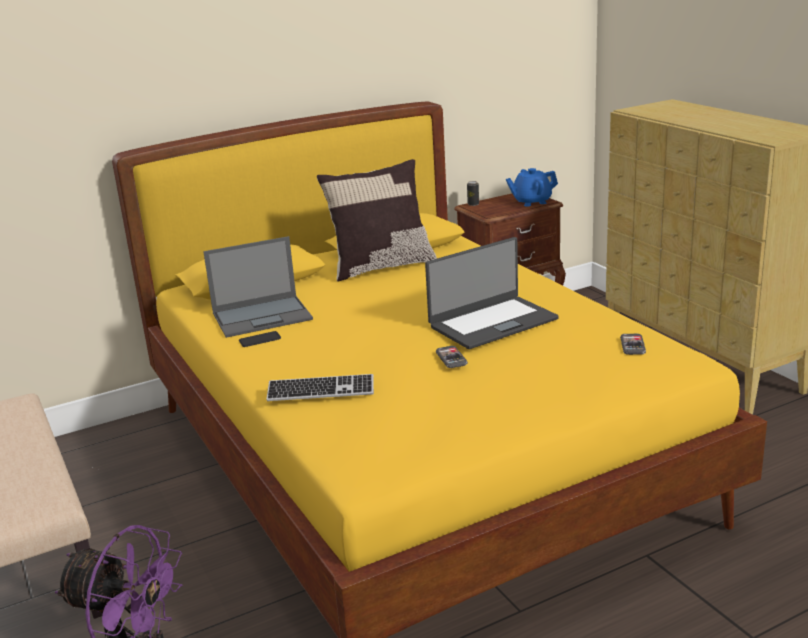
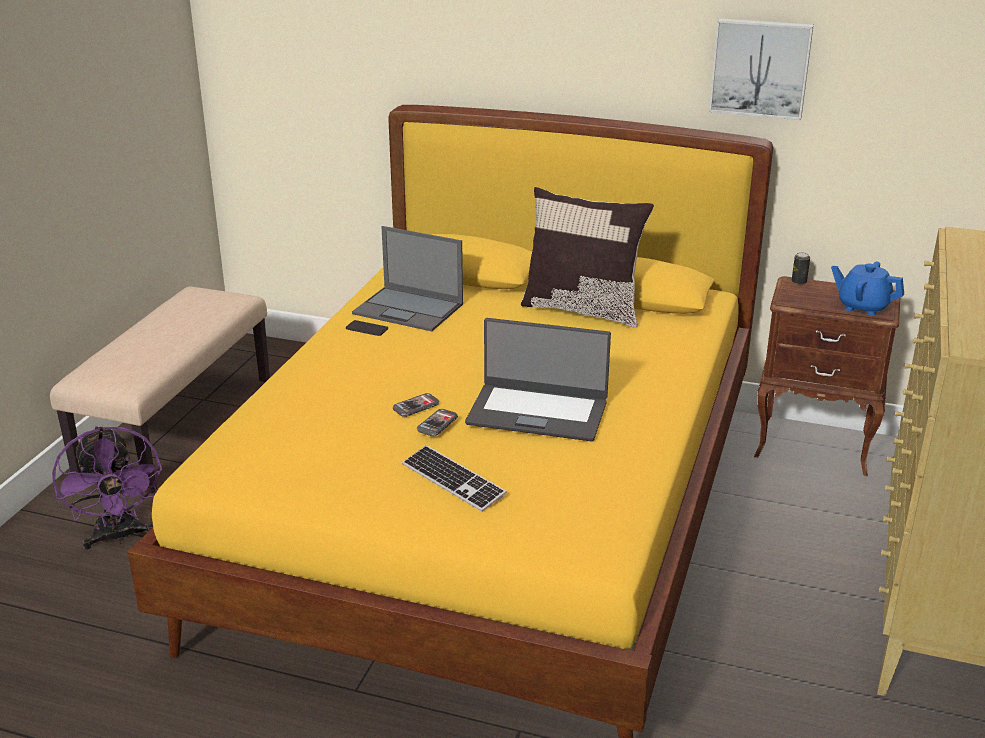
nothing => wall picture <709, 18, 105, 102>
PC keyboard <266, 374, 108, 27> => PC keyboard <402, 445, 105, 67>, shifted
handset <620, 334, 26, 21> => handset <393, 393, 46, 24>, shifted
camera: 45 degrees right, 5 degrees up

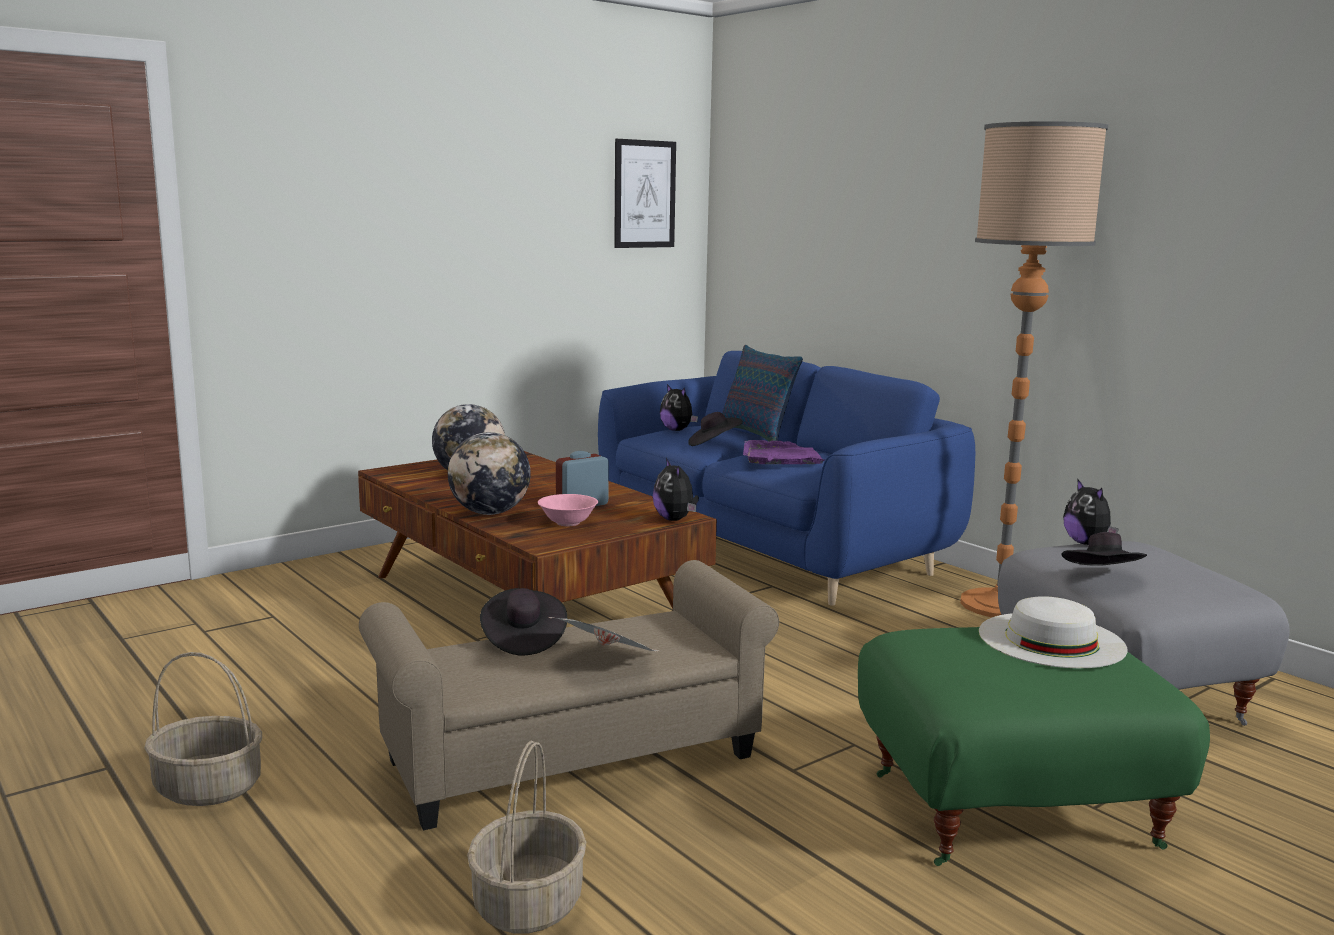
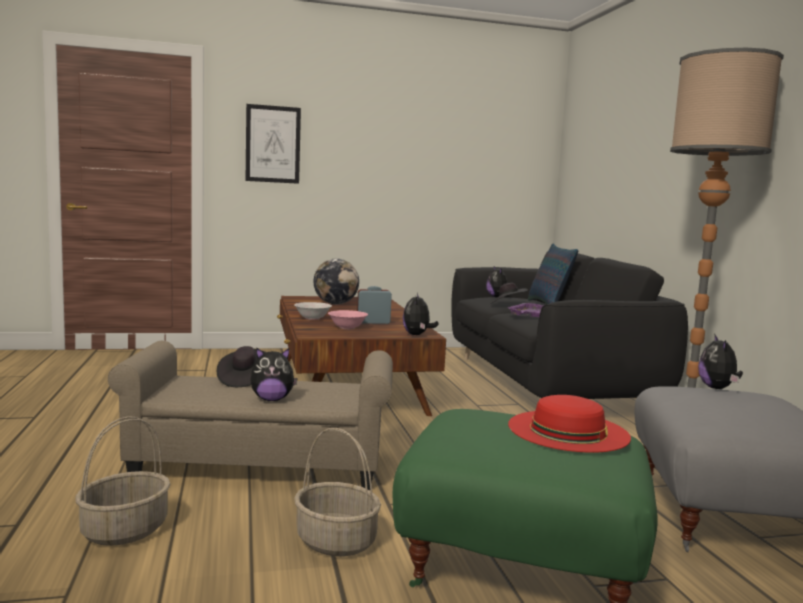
blackish hat <1061, 532, 86, 34> => nothing
storage basket <144, 652, 118, 154> => storage basket <294, 428, 87, 128>, shifted
wall picture <614, 139, 62, 109> => wall picture <246, 104, 55, 80>, shifted
desk globe <448, 432, 83, 83> => white-coloured deep dish <294, 302, 38, 18>
printed paper <549, 617, 110, 35> => plush toy <250, 348, 48, 53>
blue-coloured couch <598, 351, 377, 255> => blackish couch <451, 253, 237, 146>
white-coloured hat <979, 596, 148, 72> => red hat <508, 395, 123, 58>
camera: 25 degrees right, 5 degrees down

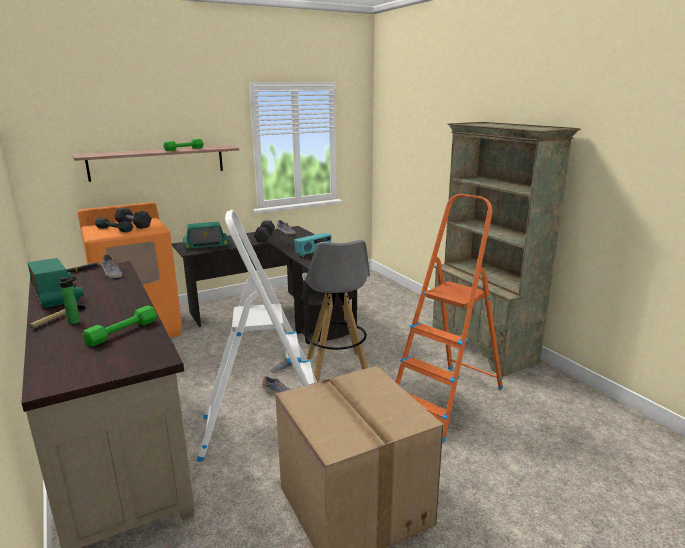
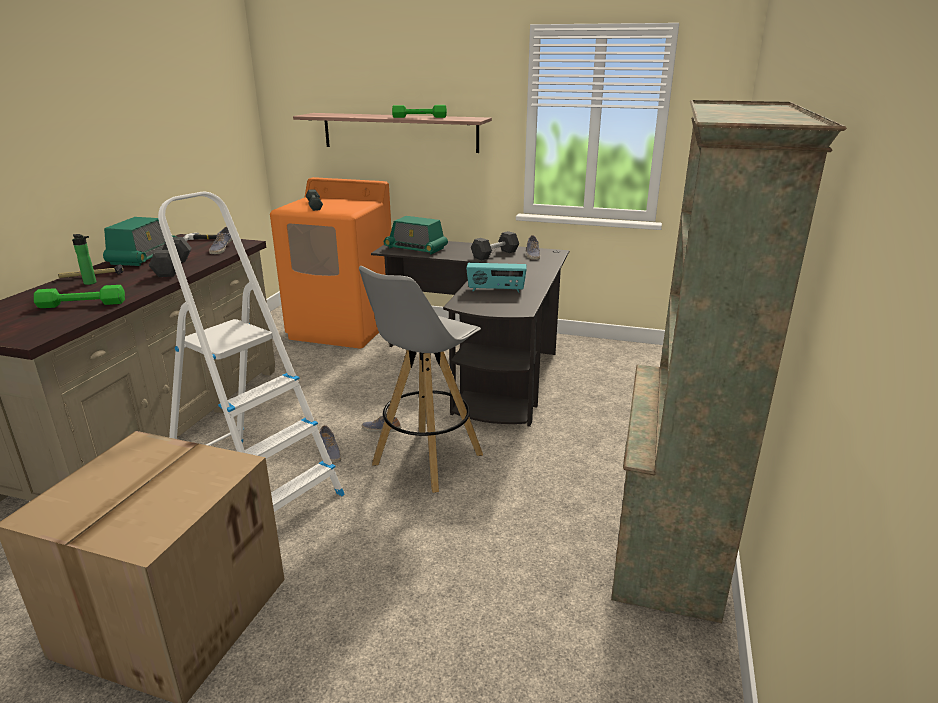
orangey stepladder <395, 194, 108, 249> => nothing
gray free weight <114, 207, 38, 22> => gray free weight <149, 237, 43, 40>, shifted
camera: 45 degrees right, 5 degrees up

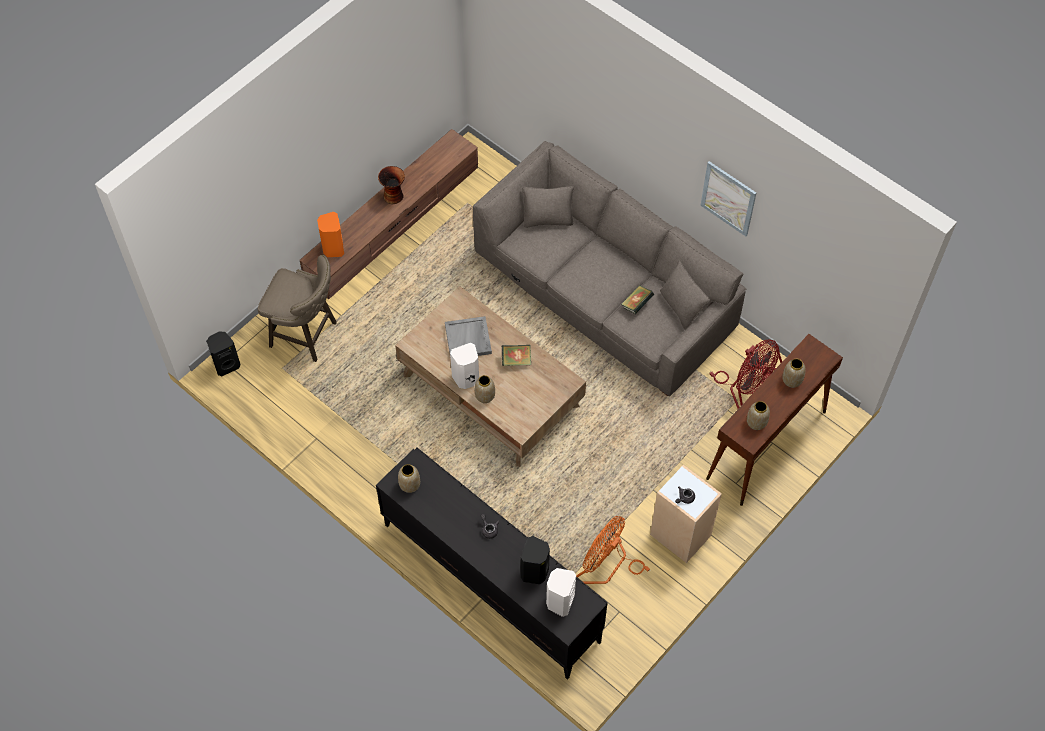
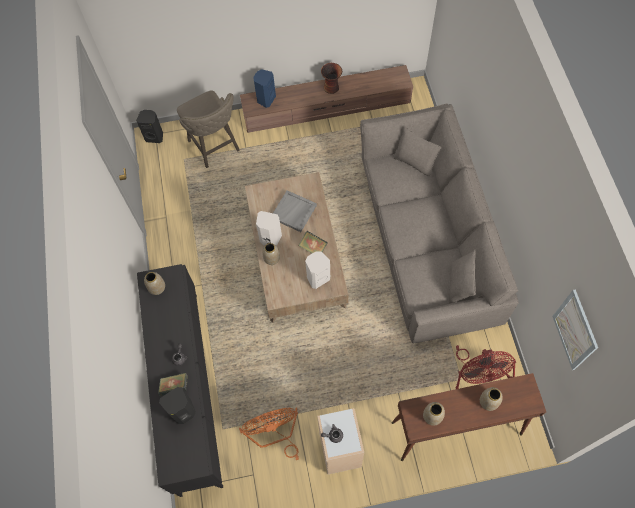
white-coloured loudspeaker <546, 568, 30, 49> => white-coloured loudspeaker <305, 251, 25, 38>, shifted
book <621, 285, 33, 29> => book <158, 373, 30, 23>, shifted
wall picture <700, 161, 56, 75> => wall picture <552, 289, 46, 81>, shifted
orangey loudspeaker <317, 212, 27, 45> => blue-coloured loudspeaker <253, 69, 23, 39>
camera: 40 degrees right, 5 degrees up

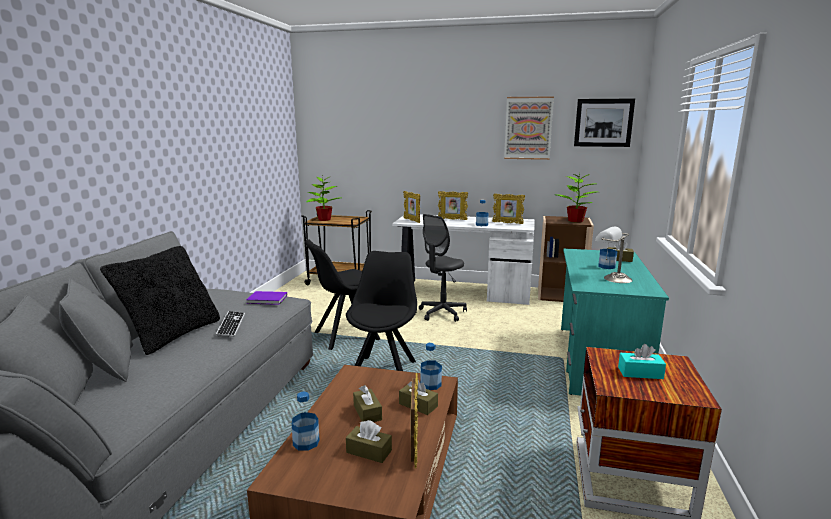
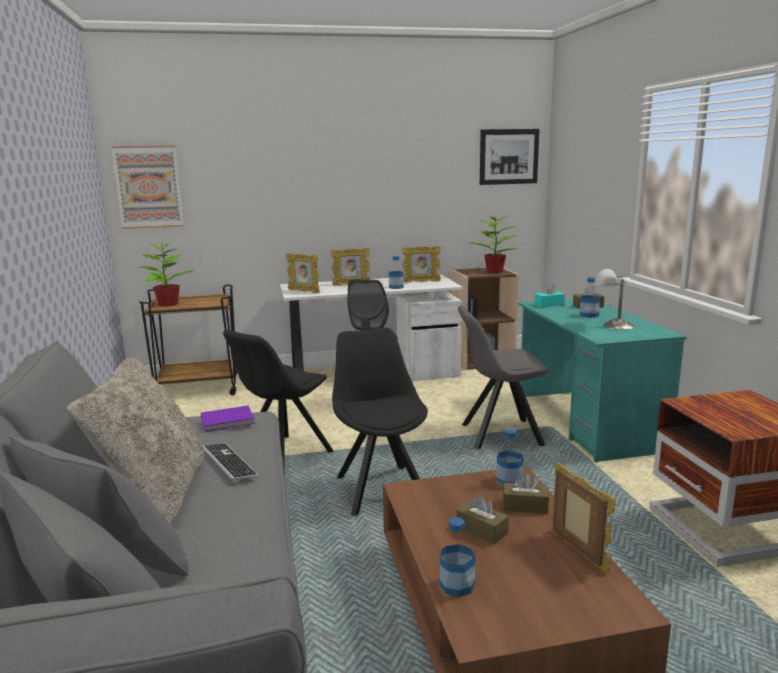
brown box of tissues <346, 420, 46, 43> => nothing
nothing => gray chair <458, 305, 91, 144>
wall picture <504, 96, 50, 64> => wall picture <111, 145, 73, 84>, shifted
turquoise box of tissues <618, 344, 48, 35> => turquoise box of tissues <534, 283, 31, 24>, shifted
blackish pillow <100, 246, 120, 109> => beige pillow <67, 358, 138, 166>
camera: 25 degrees left, 0 degrees up

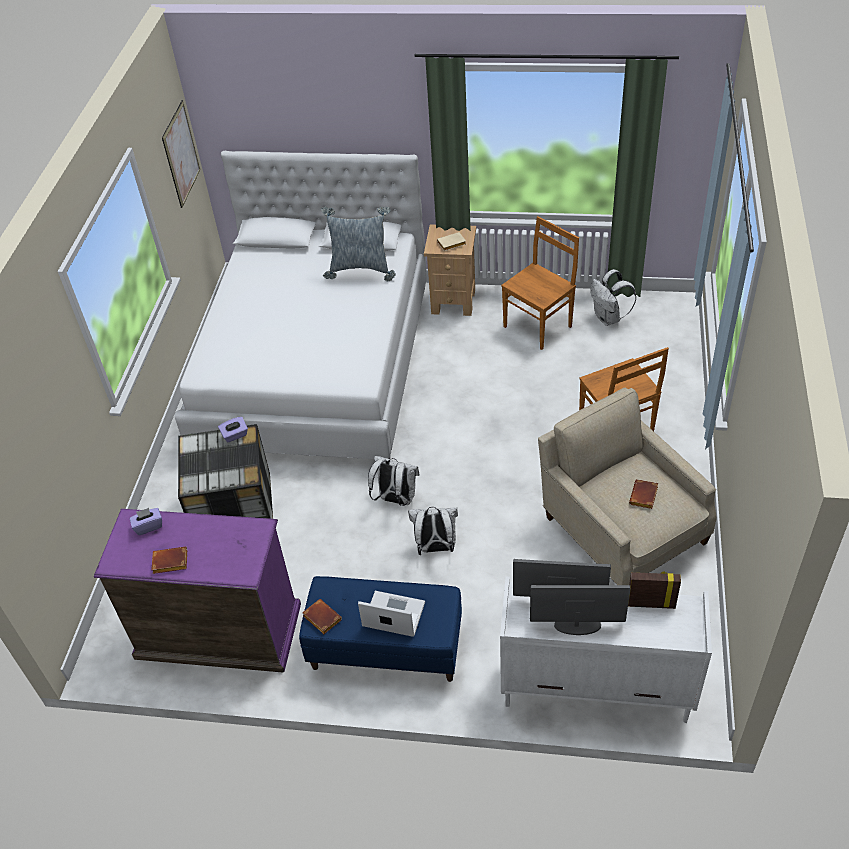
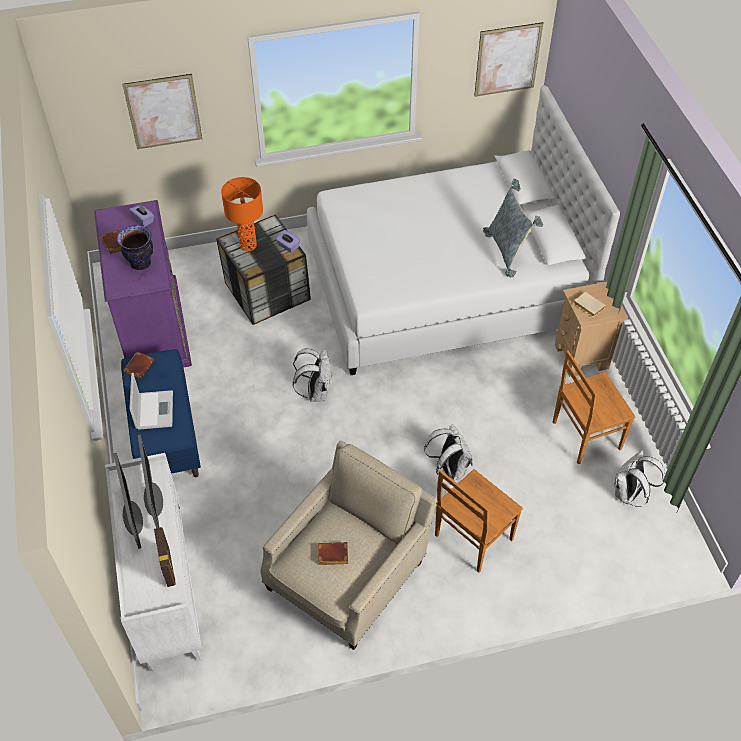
nothing => decorative vase <117, 225, 36, 45>
nothing => wall picture <122, 74, 80, 75>
nothing => orangey table lamp <221, 177, 42, 74>
white-coloured backpack <408, 507, 50, 48> => white-coloured backpack <424, 424, 49, 57>, shifted
brown chair <501, 216, 78, 134> => brown chair <553, 350, 82, 114>, 135 degrees clockwise
camera: 65 degrees right, 5 degrees up

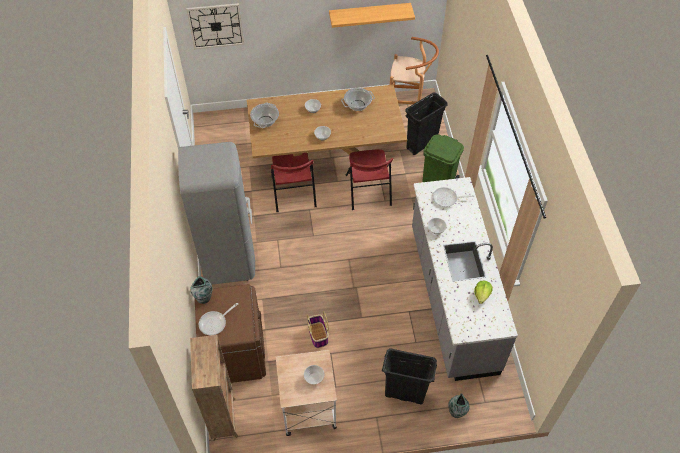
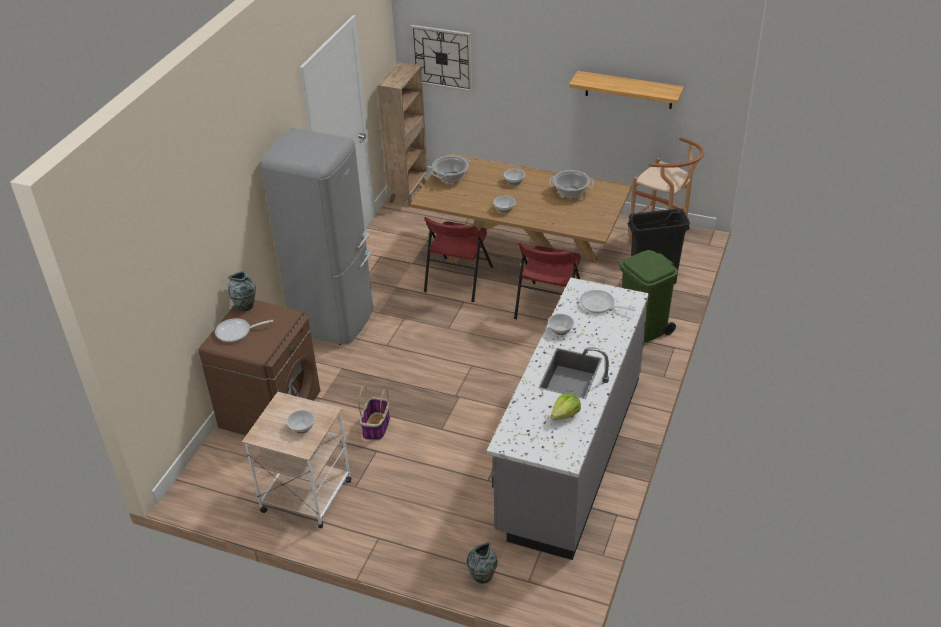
blackish waste bin <382, 348, 55, 56> => nothing
brown bookcase <190, 335, 48, 106> => brown bookcase <377, 62, 51, 144>, shifted
camera: 30 degrees right, 15 degrees down

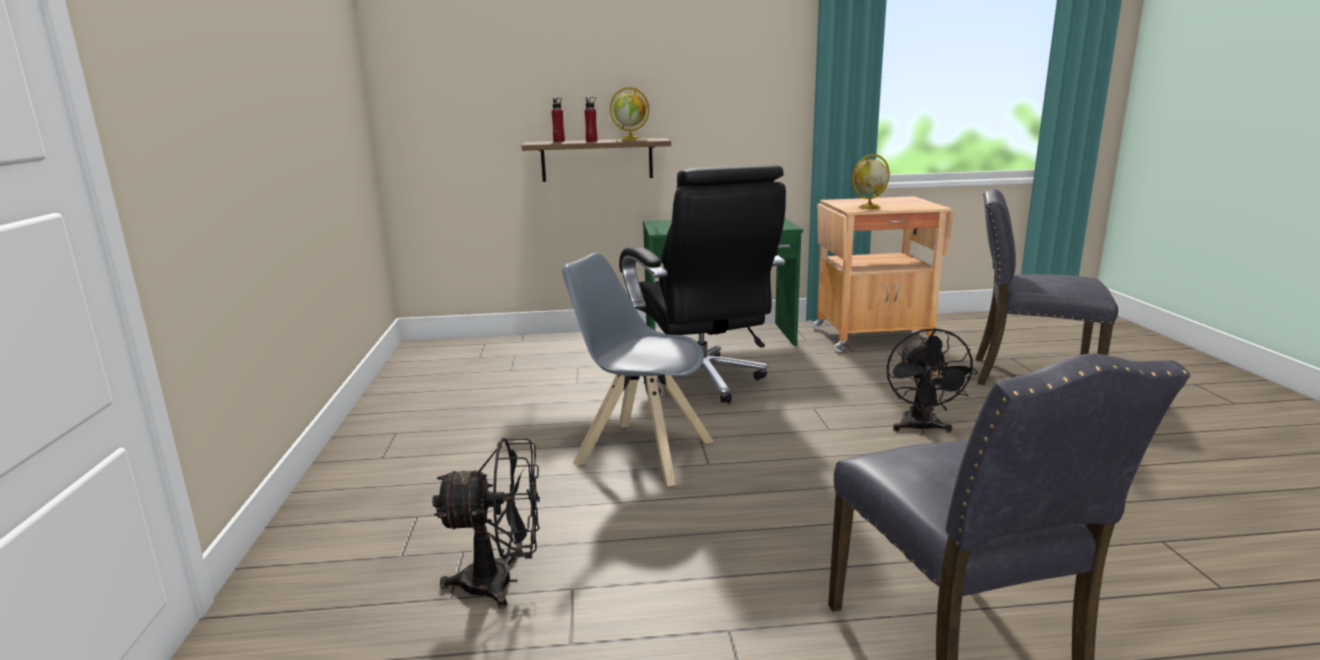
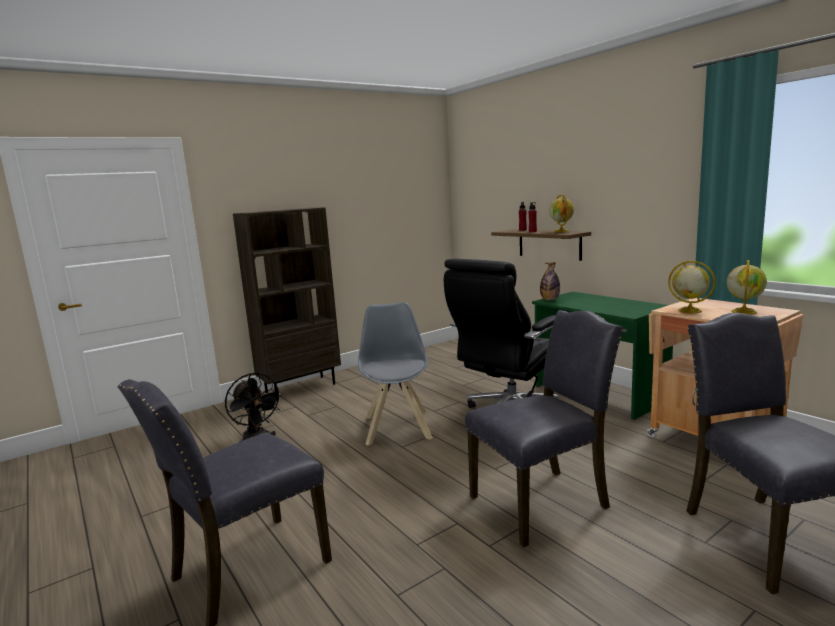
nothing => brown bookcase <233, 207, 108, 194>
nothing => bottle <540, 262, 20, 38>
nothing => desk globe <726, 260, 41, 55>
blackish fan <887, 328, 91, 105> => gray chair <465, 310, 159, 237>
camera: 60 degrees right, 5 degrees down

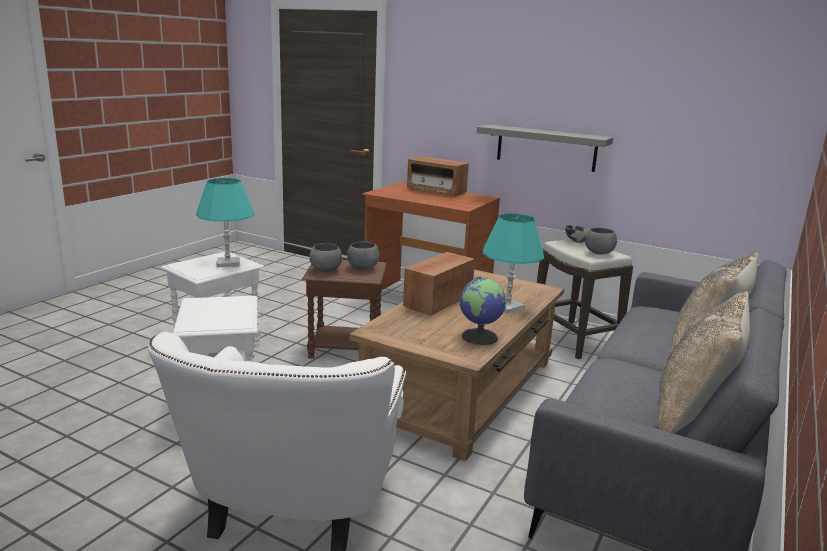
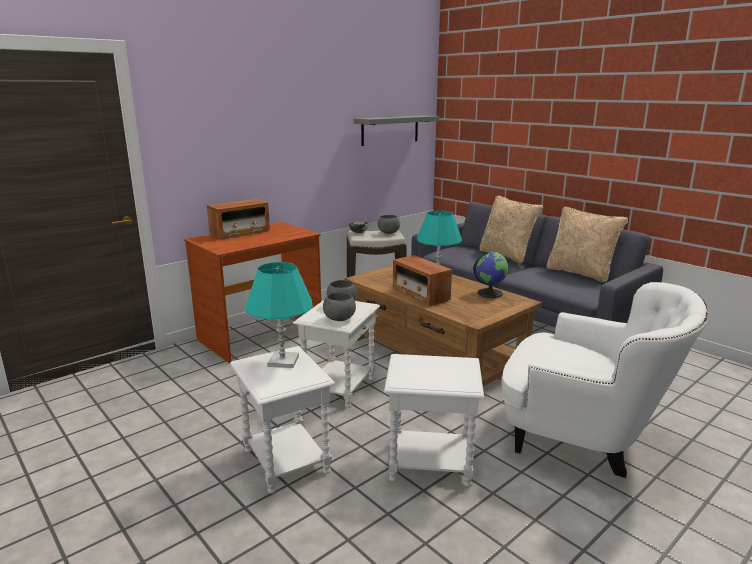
gray wall shelf <477, 124, 136, 48> => gray wall shelf <354, 115, 85, 31>, shifted
brown end table <301, 260, 86, 99> => white-coloured end table <293, 299, 87, 109>
camera: 70 degrees left, 0 degrees up

